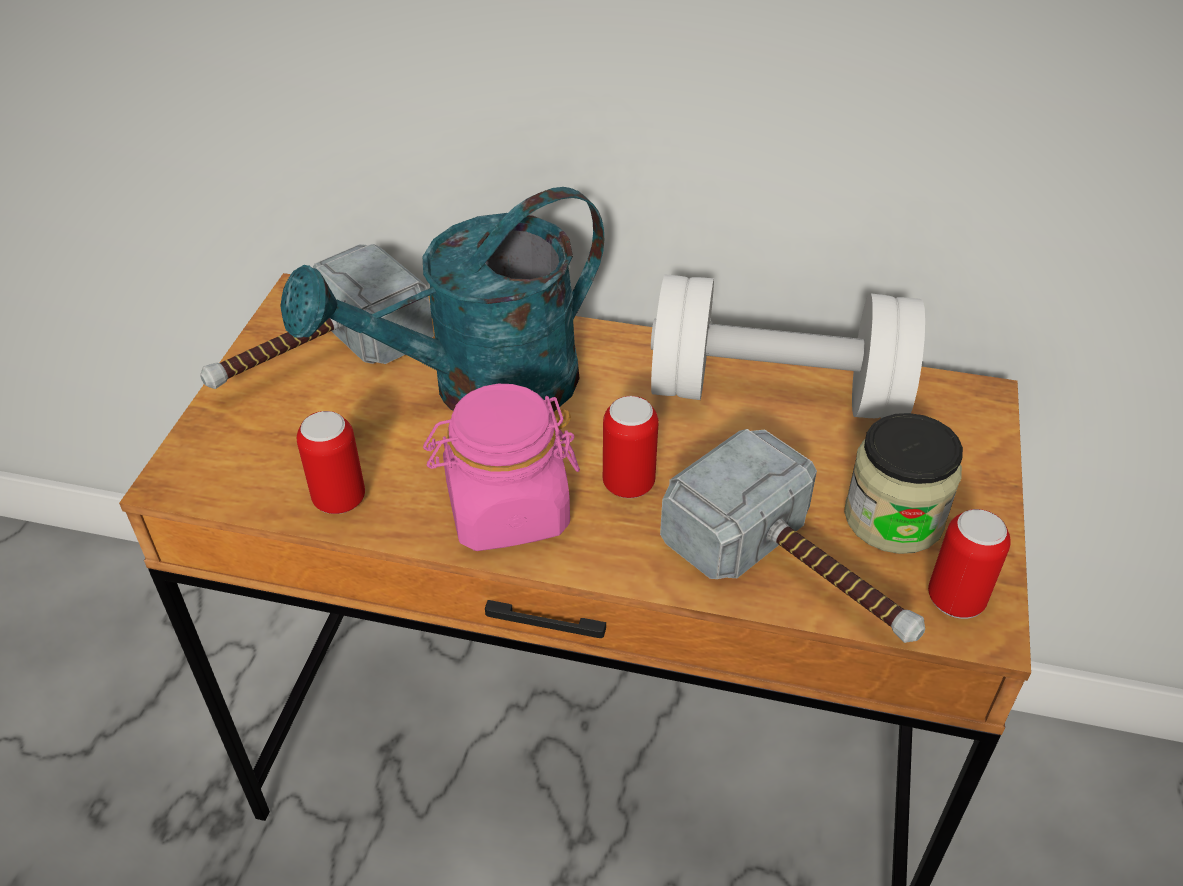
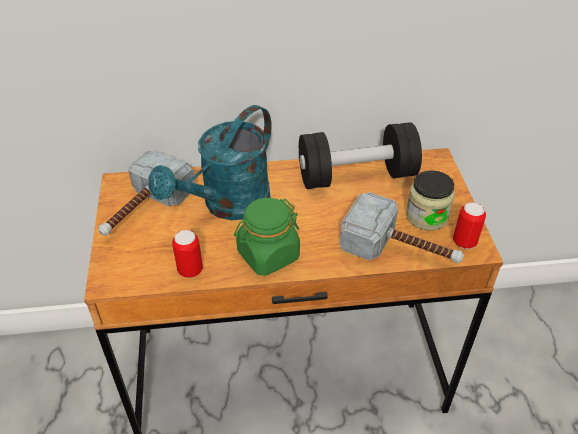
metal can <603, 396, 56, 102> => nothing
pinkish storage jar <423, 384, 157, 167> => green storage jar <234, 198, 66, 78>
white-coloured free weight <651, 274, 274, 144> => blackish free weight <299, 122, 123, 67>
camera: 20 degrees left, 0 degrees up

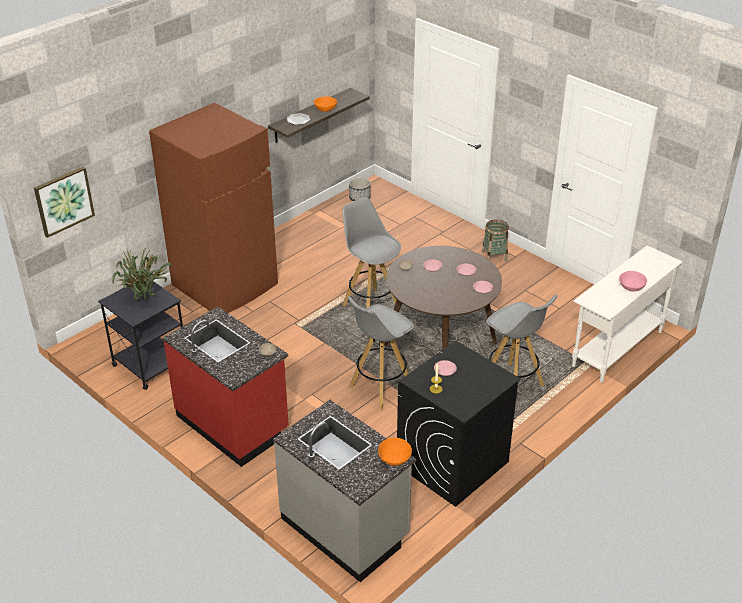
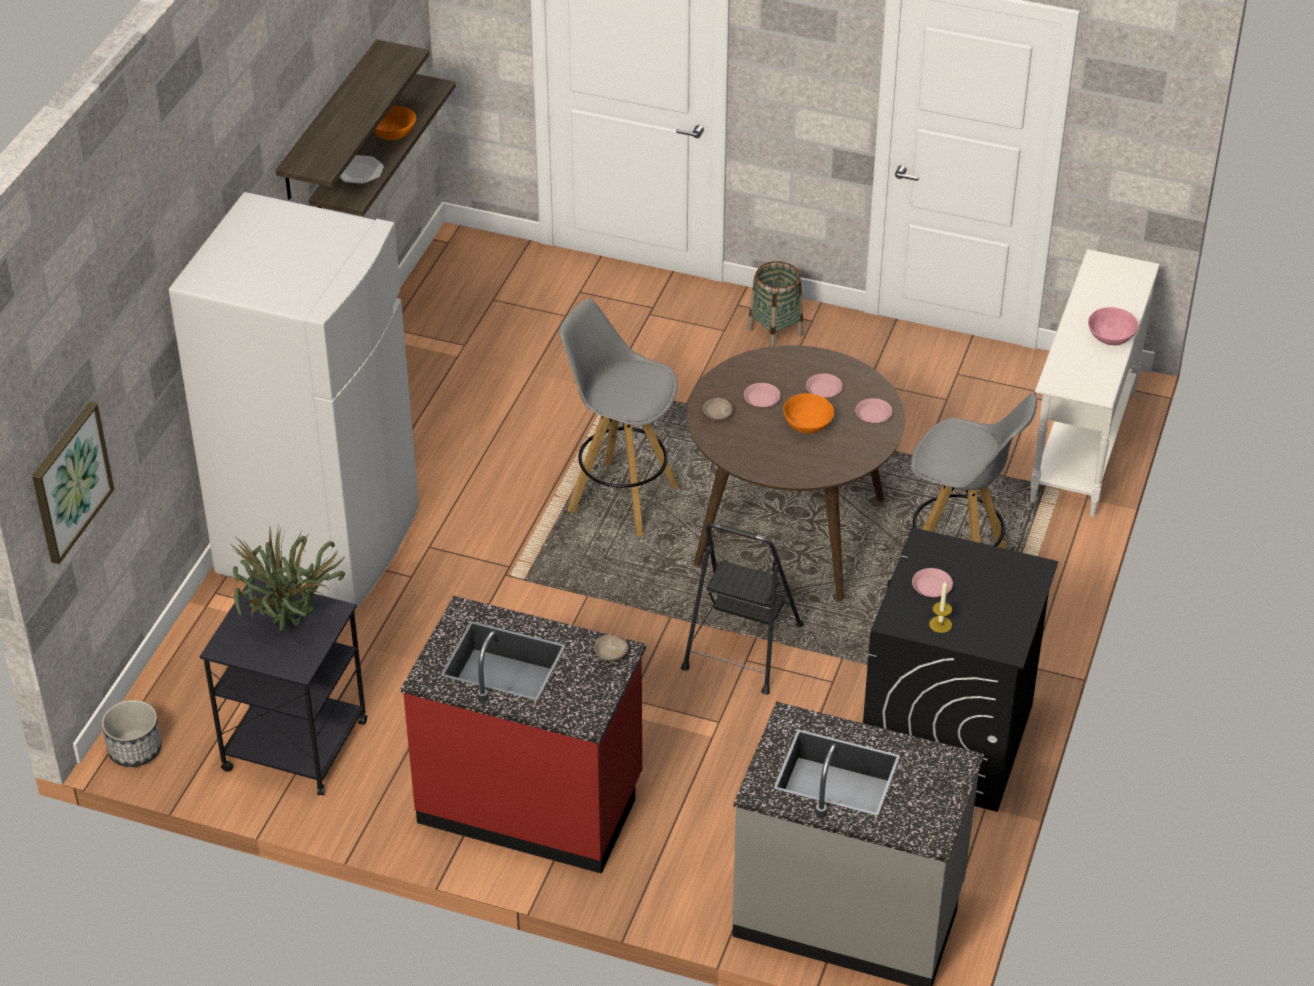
nothing => wall shelf <276, 39, 154, 161>
flower pot <349, 177, 22, 24> => flower pot <101, 700, 61, 67>, shifted
orangey deep dish <378, 438, 34, 28> => orangey deep dish <783, 393, 51, 41>, shifted
gray stool seat <348, 296, 66, 115> => blackish stepladder <681, 523, 123, 172>
brown fridge <149, 103, 129, 210> => white-coloured fridge <169, 192, 250, 418>
camera: 25 degrees left, 5 degrees up

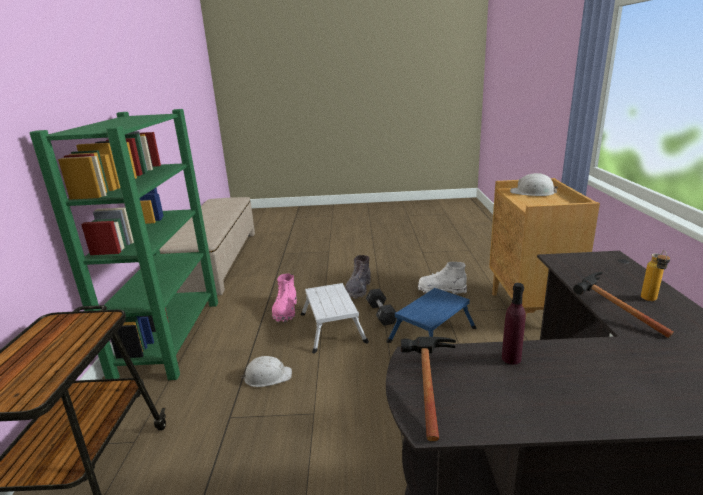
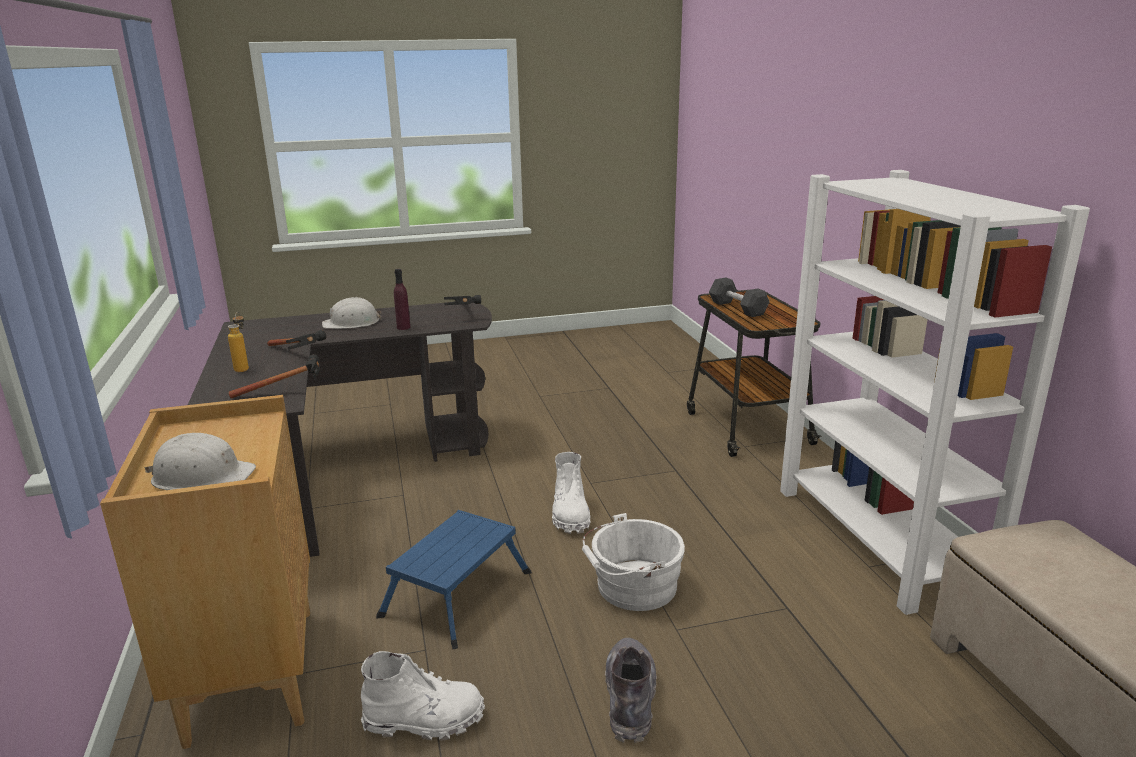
pinkish tall boot <272, 274, 25, 49> => nothing
nothing => hand hammer <229, 354, 91, 45>
nothing => white-coloured tall boot <552, 452, 39, 82>
white-coloured hard hat <241, 356, 51, 31> => white-coloured hard hat <322, 297, 60, 32>, shifted
blackish free weight <366, 288, 31, 38> => blackish free weight <709, 277, 61, 40>, shifted
white-coloured stepladder <300, 283, 69, 71> => white-coloured pail <582, 513, 103, 98>
green bookcase <30, 109, 188, 271> => white-coloured bookcase <780, 170, 310, 445>
camera: 165 degrees right, 0 degrees up

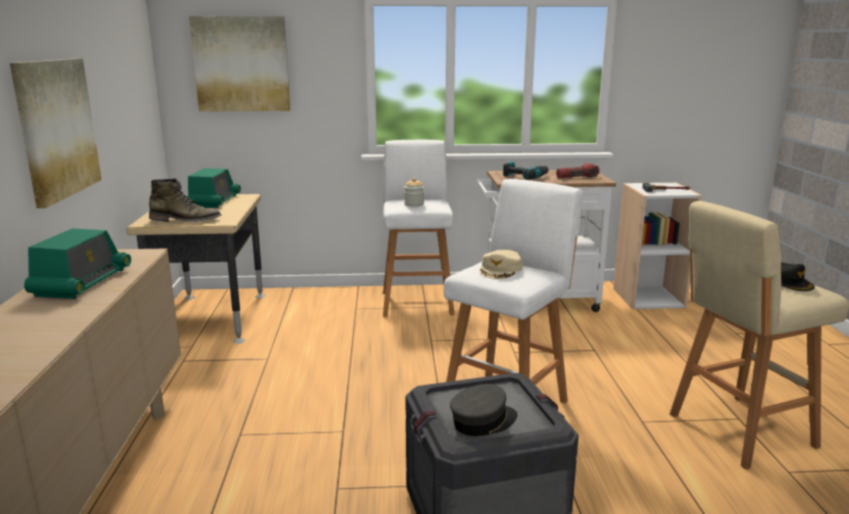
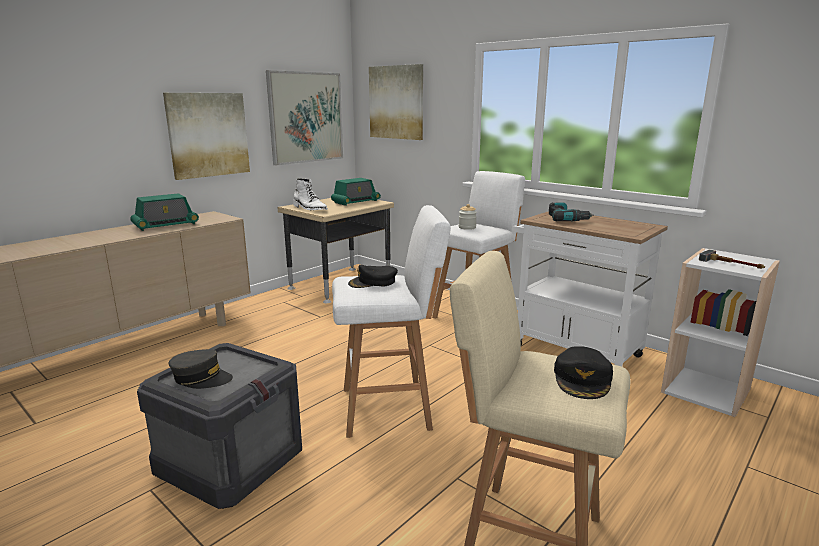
flashlight <556, 163, 44, 15> => nothing
nothing => wall picture <266, 70, 77, 95>
green tall boot <149, 178, 73, 44> => white-coloured tall boot <293, 178, 35, 32>
beige baseball cap <480, 250, 42, 29> => blackish baseball cap <348, 265, 50, 23>
camera: 45 degrees right, 0 degrees up

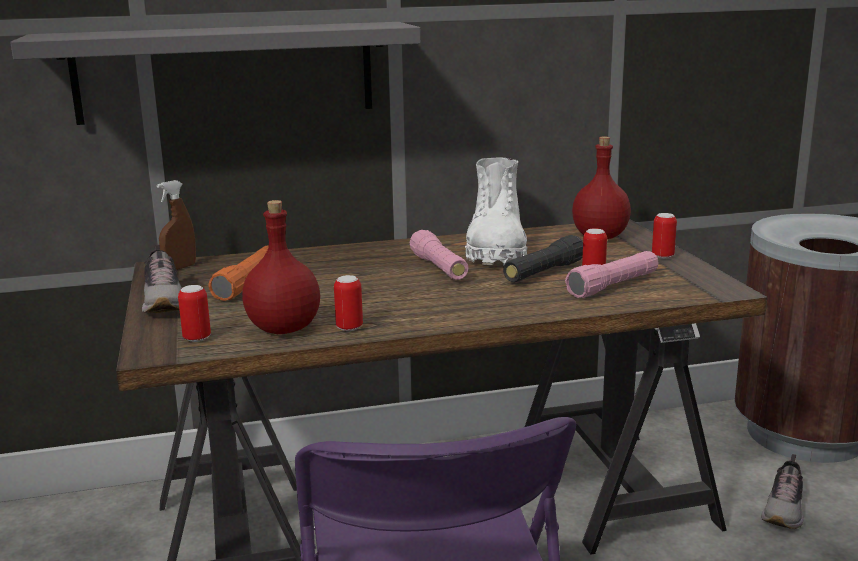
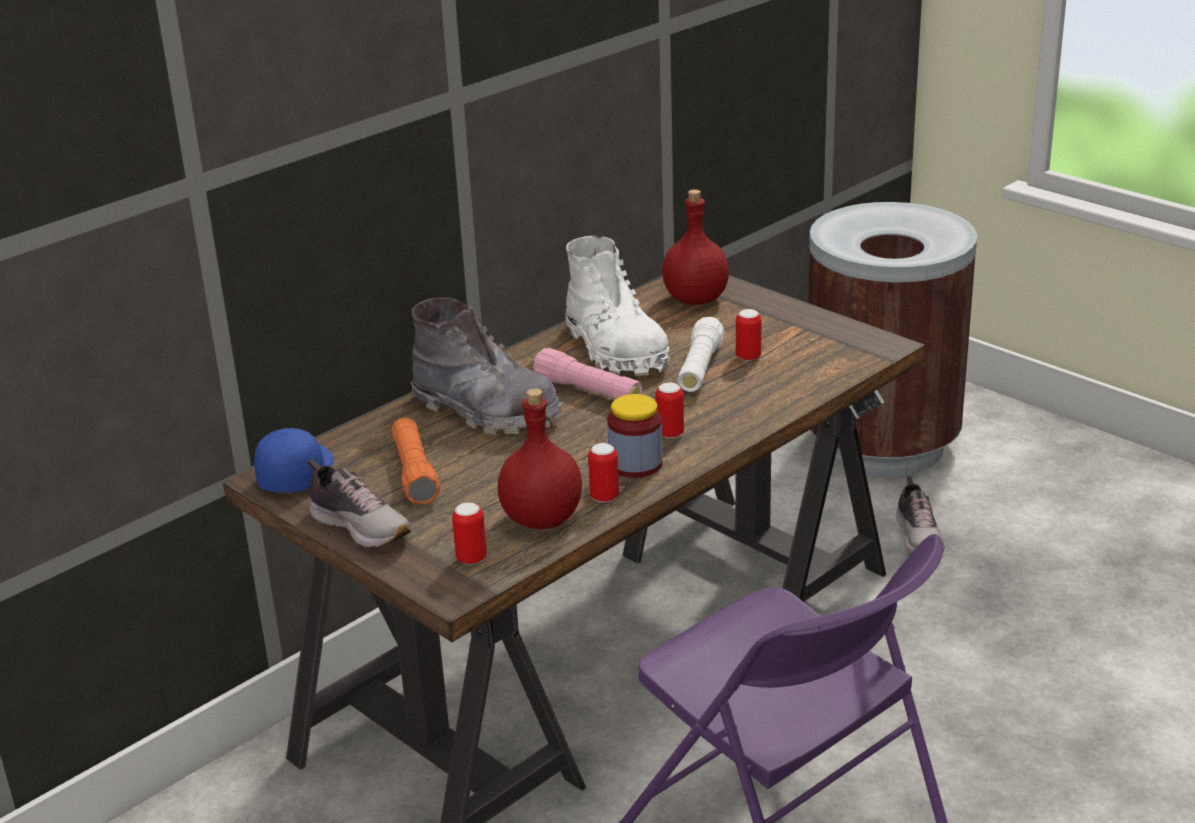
gray wall shelf <10, 22, 411, 103> => nothing
pinkish flashlight <565, 251, 94, 47> => nothing
nothing => gray tall boot <411, 297, 151, 138>
nothing => storage jar <607, 394, 56, 84>
metal can <652, 213, 25, 46> => metal can <655, 383, 29, 56>, shifted
brown hand sprayer <157, 180, 39, 90> => blue-coloured baseball cap <254, 428, 80, 65>
blackish flashlight <503, 235, 80, 47> => white-coloured flashlight <678, 317, 46, 75>
camera: 30 degrees left, 10 degrees up

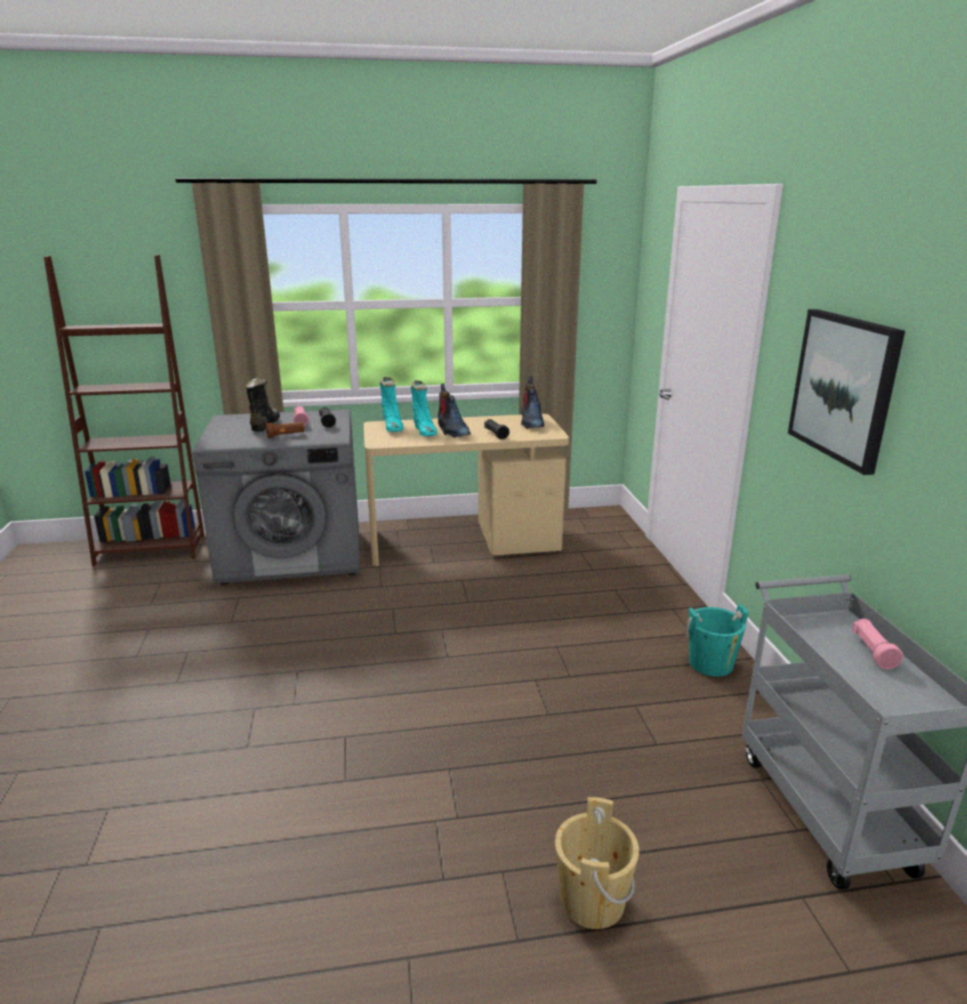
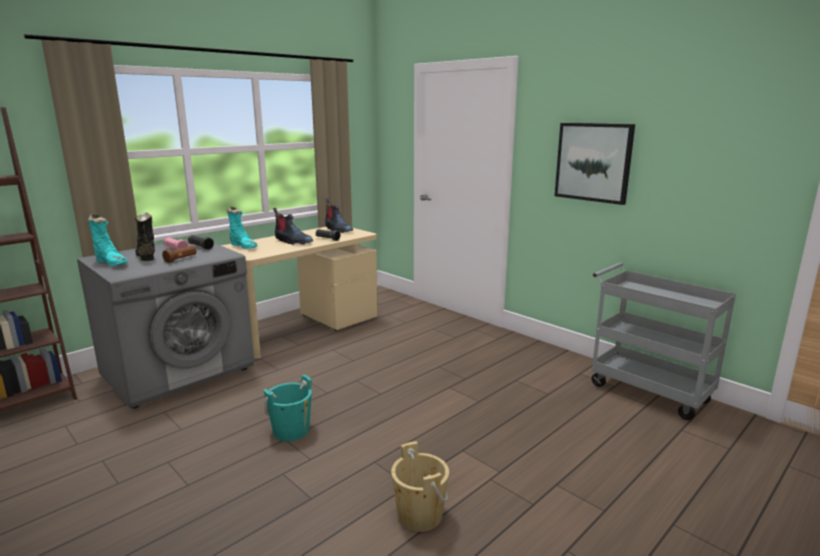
pinkish flashlight <852, 619, 51, 50> => nothing
turquoise tall boot <411, 380, 26, 56> => turquoise tall boot <88, 214, 40, 52>, shifted
beige pail <555, 797, 84, 132> => beige pail <391, 441, 58, 91>, shifted
turquoise pail <685, 604, 64, 73> => turquoise pail <263, 375, 49, 66>, shifted
camera: 35 degrees left, 5 degrees down

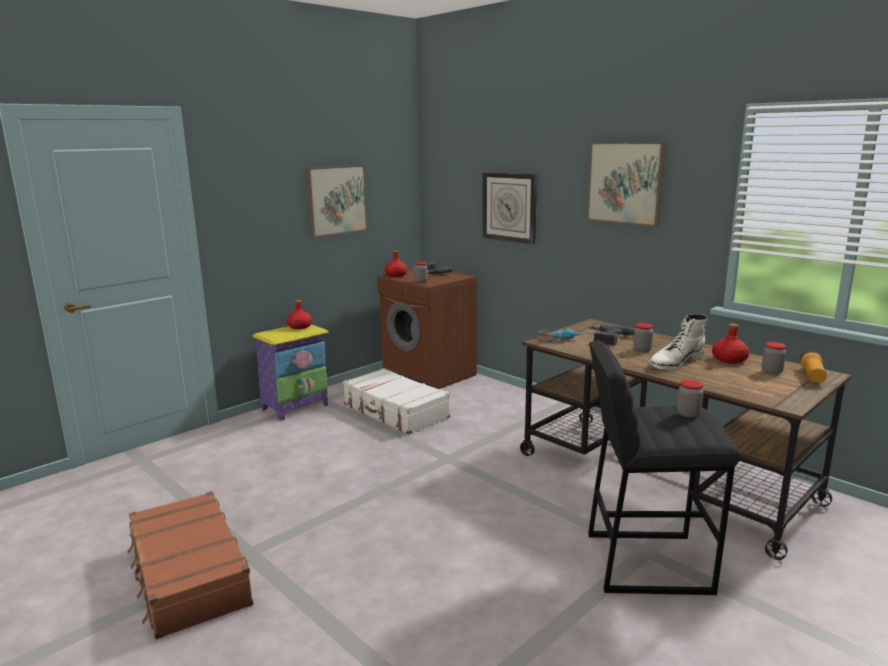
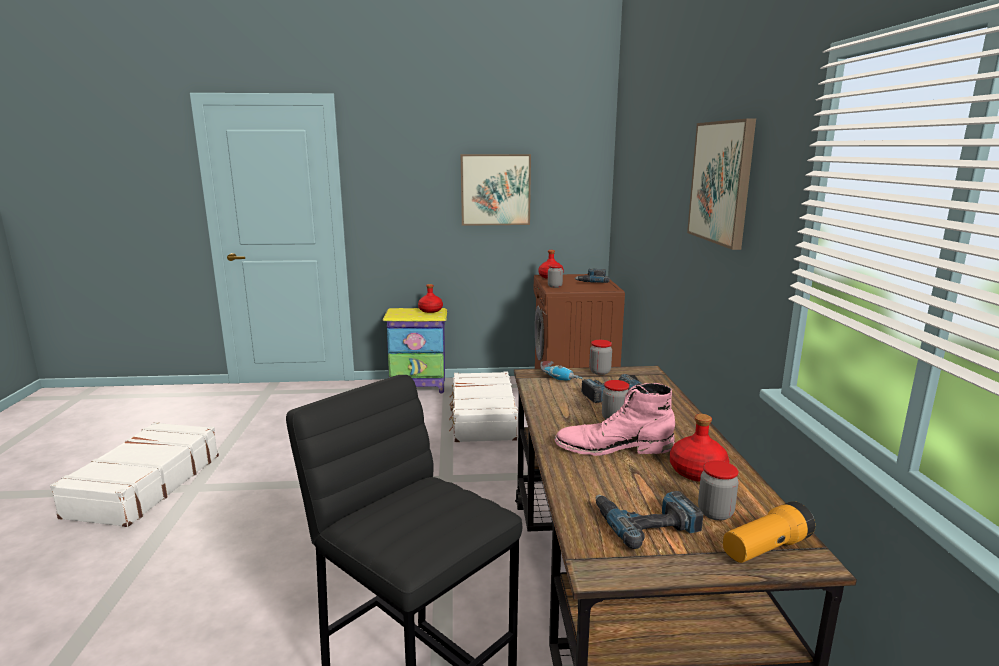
hanging clock <482, 172, 55, 73> => nothing
nothing => electric drill <595, 491, 108, 58>
storage jar <677, 380, 27, 38> => storage jar <589, 340, 23, 35>, shifted
brown travel case <127, 491, 126, 148> => white-coloured travel case <50, 422, 169, 105>
white-coloured tall boot <648, 314, 59, 56> => pinkish tall boot <554, 383, 121, 73>
camera: 40 degrees right, 0 degrees up

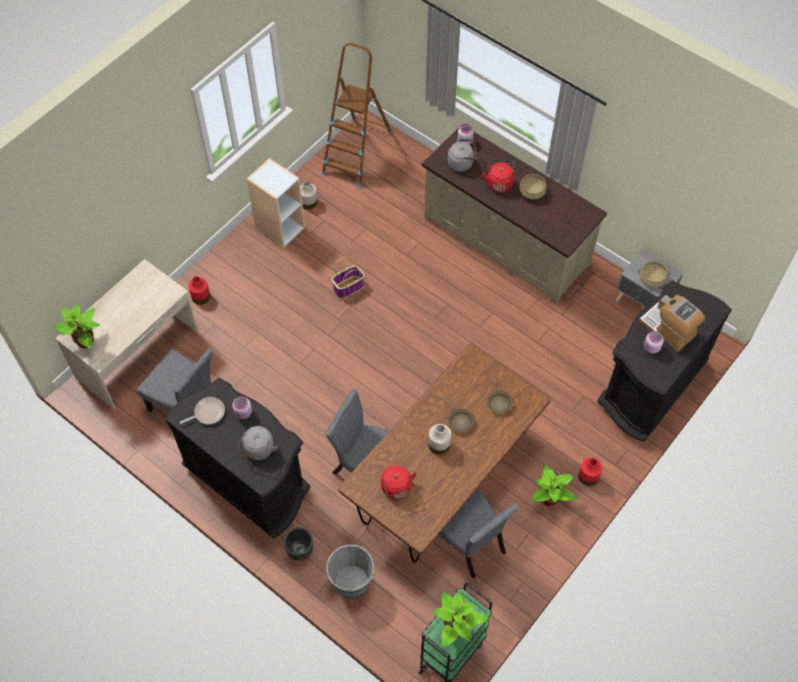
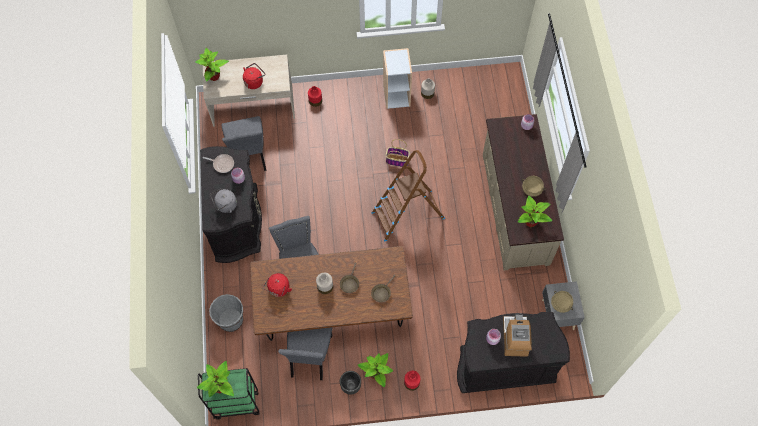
gray tea kettle <448, 139, 29, 33> => nothing
nothing => plant in a pot <518, 196, 34, 31>
blackish flower pot <284, 527, 29, 34> => blackish flower pot <340, 371, 21, 24>, shifted
brown stepladder <322, 43, 70, 144> => brown stepladder <372, 150, 73, 91>, shifted
red tea kettle <482, 159, 32, 34> => red tea kettle <243, 63, 22, 26>, shifted
camera: 45 degrees right, 5 degrees up

